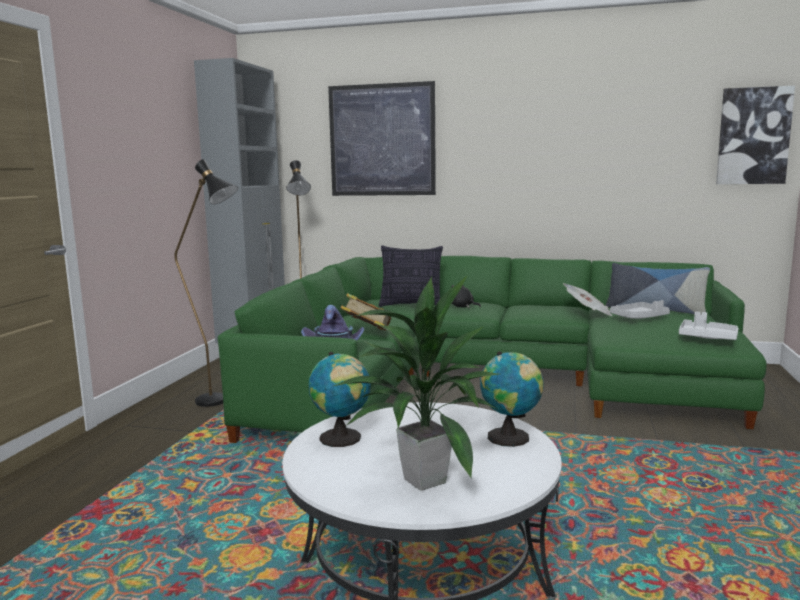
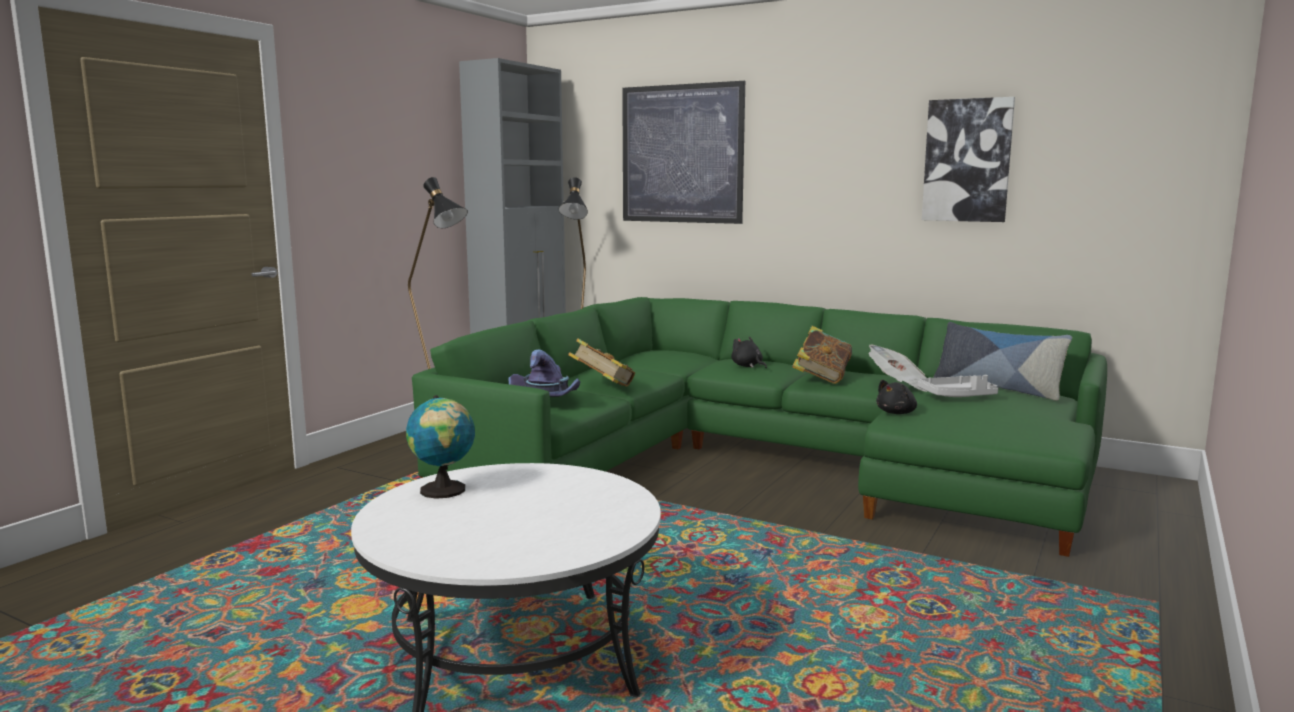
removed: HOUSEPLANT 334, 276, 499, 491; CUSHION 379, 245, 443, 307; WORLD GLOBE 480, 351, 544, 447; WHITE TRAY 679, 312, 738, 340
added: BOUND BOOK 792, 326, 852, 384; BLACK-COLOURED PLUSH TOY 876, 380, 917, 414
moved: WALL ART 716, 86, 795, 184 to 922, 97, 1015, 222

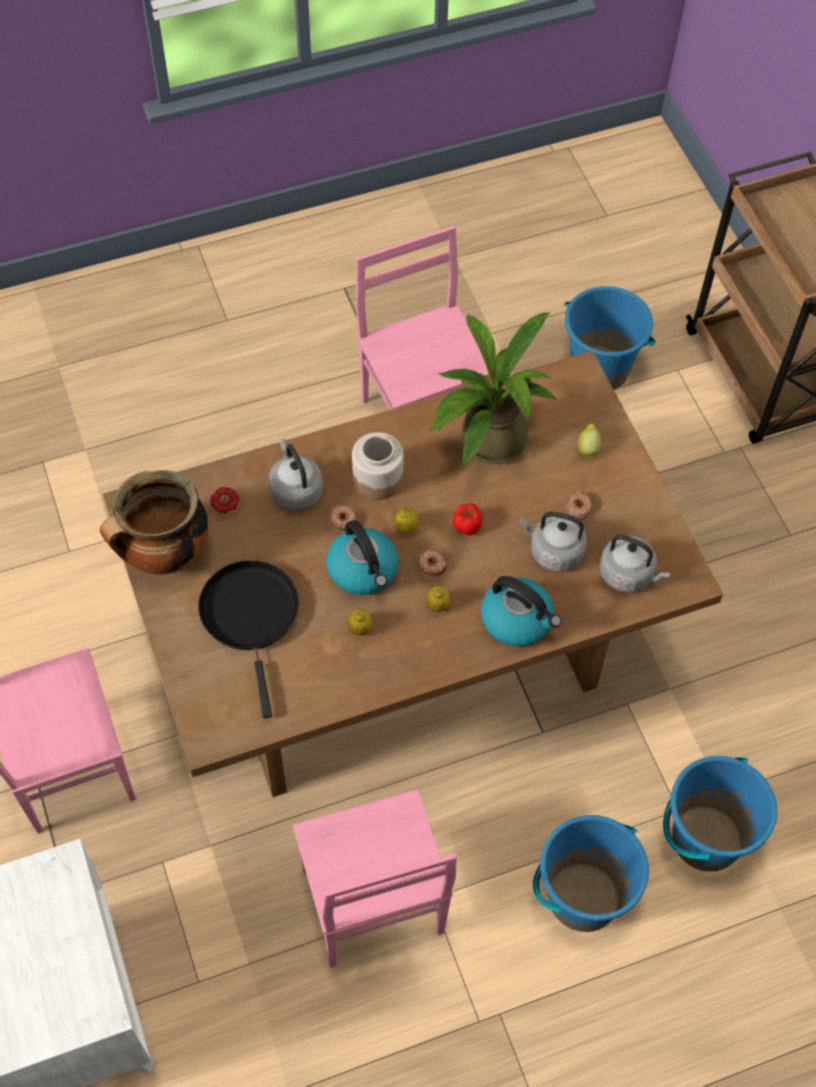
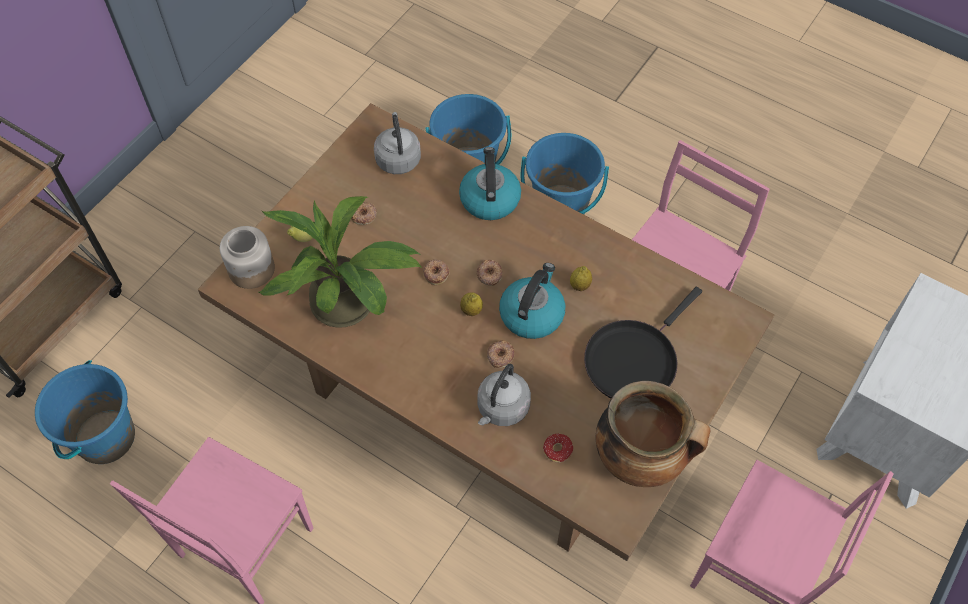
removed: CITRUS FRUIT 425, 586, 450, 612; GREY TEA KETTLE 520, 511, 587, 572
moved: STORAGE JAR 352, 432, 404, 500 to 220, 226, 275, 289
replaced: WHOLE TOMATO 452, 503, 482, 535 to DONUT 423, 259, 449, 285

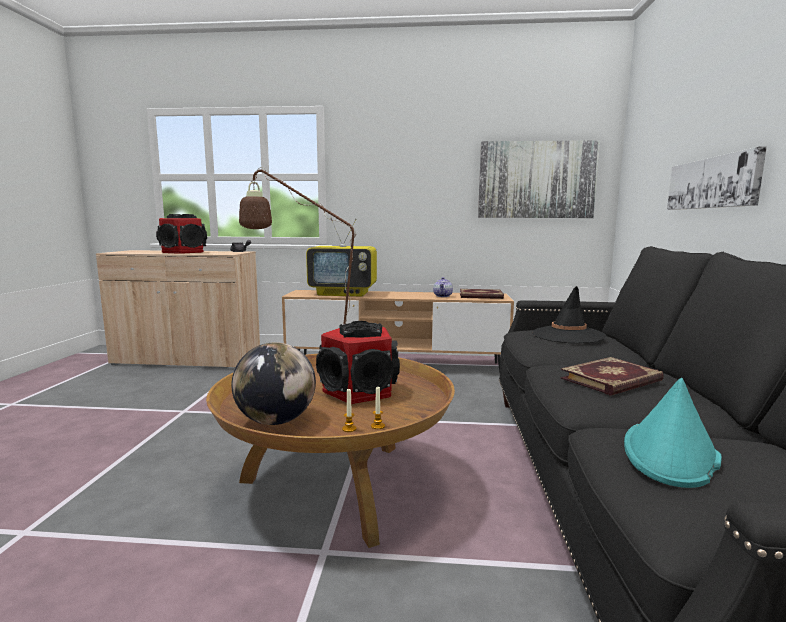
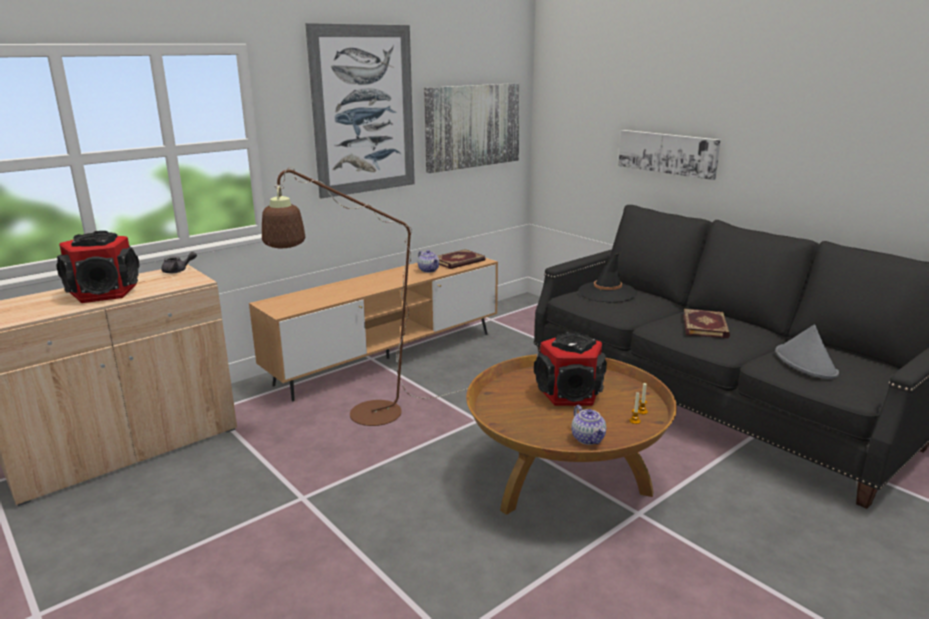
removed: TELEVISION 306, 218, 377, 296
added: WALL ART 305, 23, 415, 199
replaced: WORLD GLOBE 231, 342, 316, 425 to TEA POT 571, 405, 606, 445
recoloured: TURQUOISE-COLOURED HAT 624, 378, 722, 488 to GREY HAT 775, 325, 839, 379

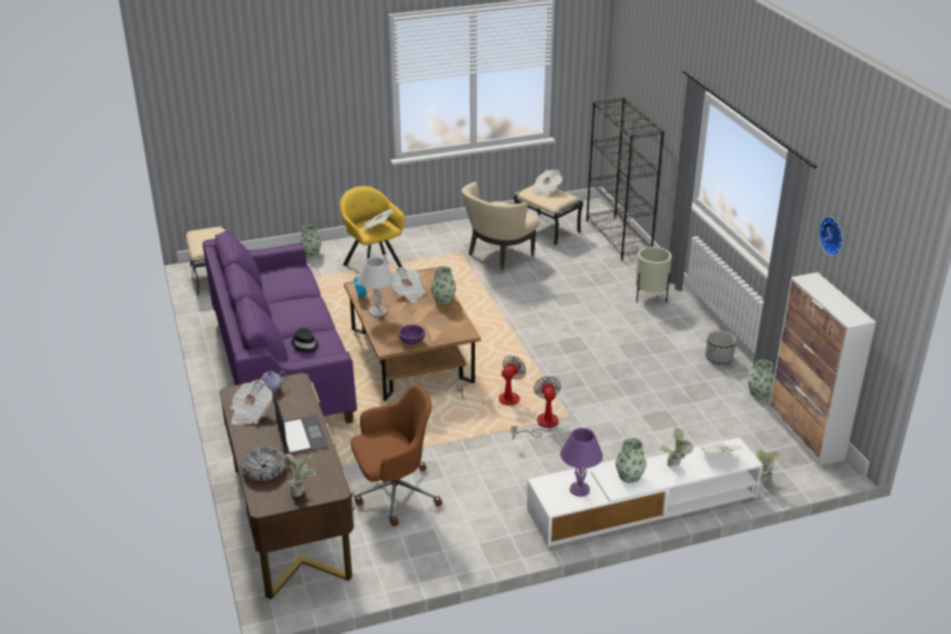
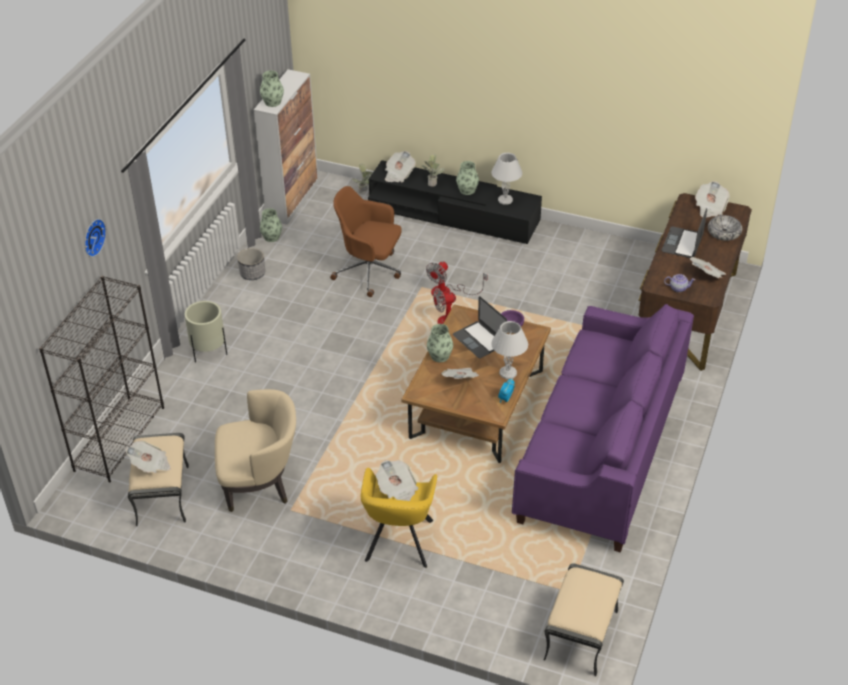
removed: BLACK-COLOURED HAT 291, 328, 319, 353
added: LAPTOP 453, 296, 507, 358
moved: VASE 300, 224, 321, 257 to 260, 71, 284, 107; BROWNISH COMPUTER CHAIR 351, 385, 443, 526 to 330, 186, 402, 297; HANGING CLOCK 819, 217, 843, 256 to 84, 219, 106, 257
replaced: HOUSEPLANT 285, 454, 316, 497 to PRINTED PAPER 695, 181, 730, 218
recoloured: WHITE MEDIA CONSOLE 527, 437, 763, 547 to BLACK-COLOURED MEDIA CONSOLE 368, 160, 542, 244; PURPLE-COLOURED TABLETOP LAMP 560, 428, 603, 497 to WHITE TABLETOP LAMP 491, 153, 522, 205

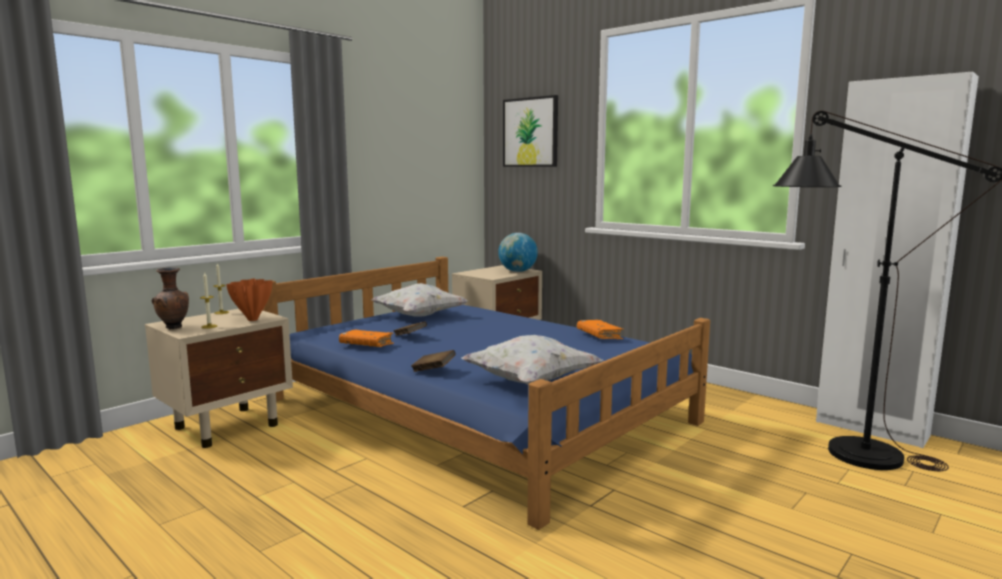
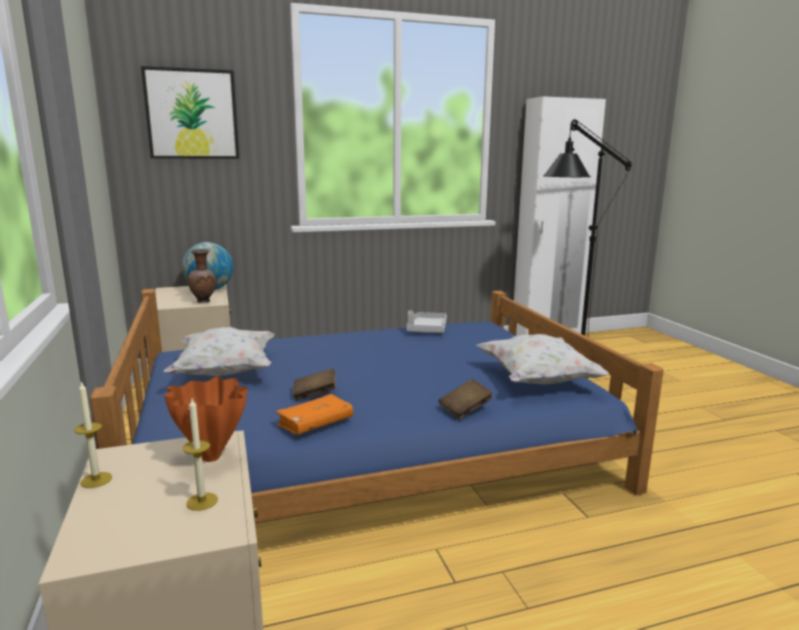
moved: BROWNISH VASE 152, 267, 189, 329 to 188, 249, 216, 303
replaced: ORANGE-COLOURED BOUND BOOK 577, 320, 624, 339 to GREY TRAY 406, 311, 447, 333

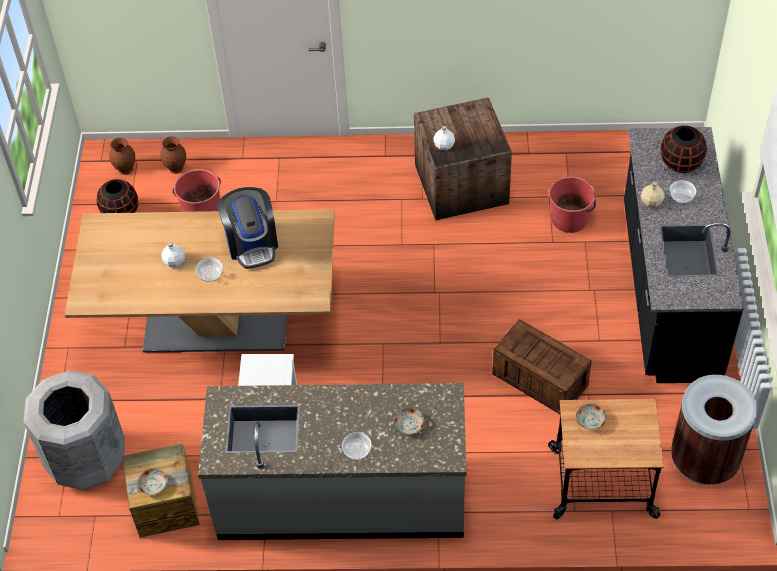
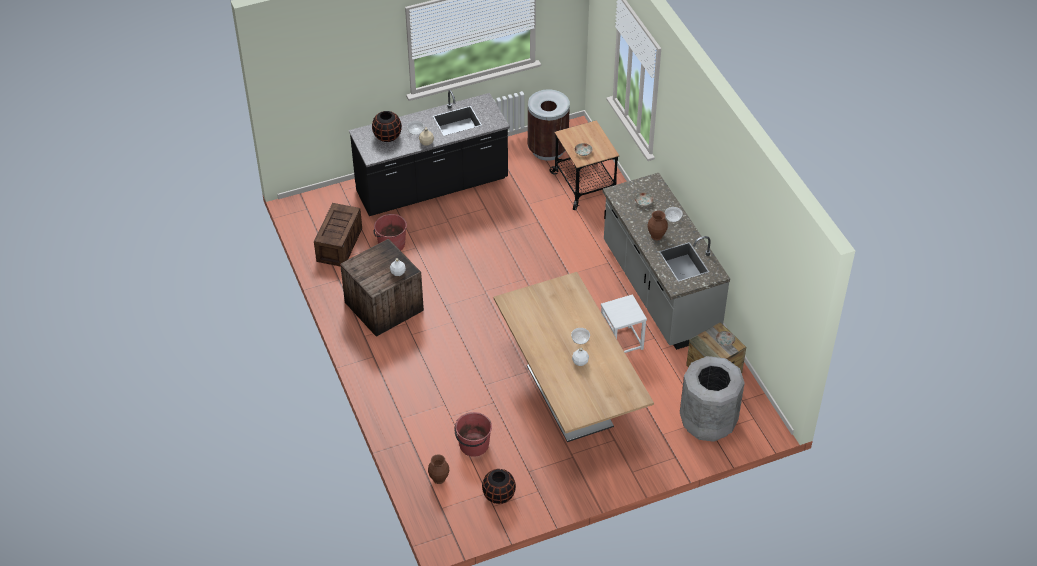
removed: COFFEE MACHINE 217, 187, 278, 269
moved: BROWNISH VASE 109, 137, 135, 175 to 647, 211, 668, 240; PACKING CRATE 492, 319, 592, 414 to 314, 203, 362, 266

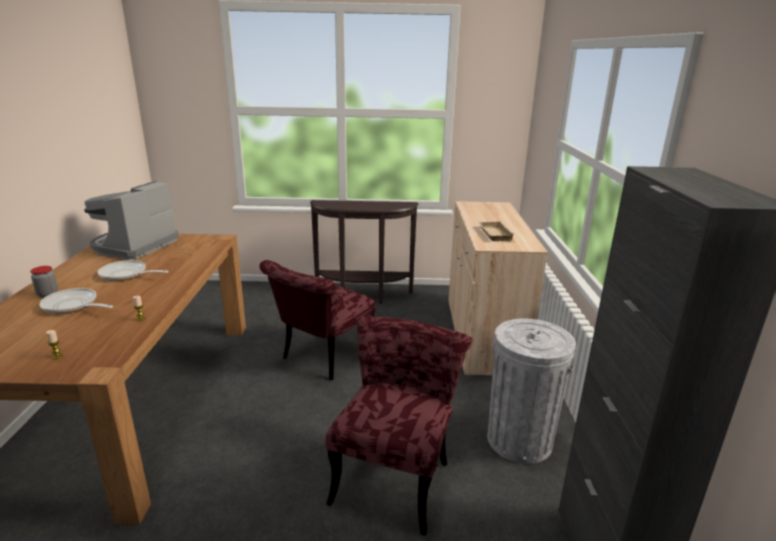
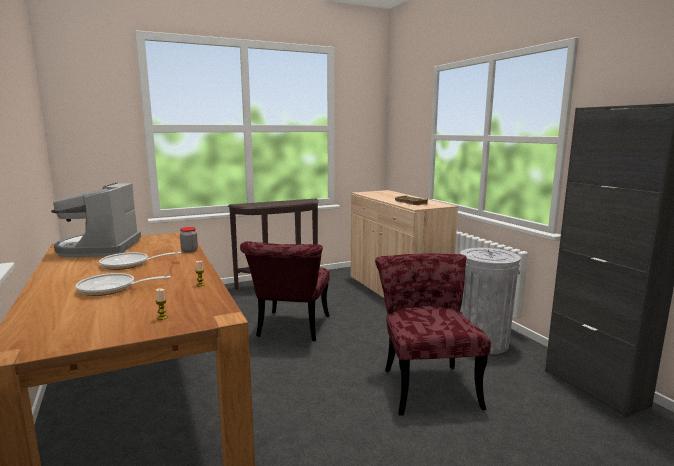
moved: STORAGE JAR 30, 266, 58, 298 to 180, 227, 198, 253

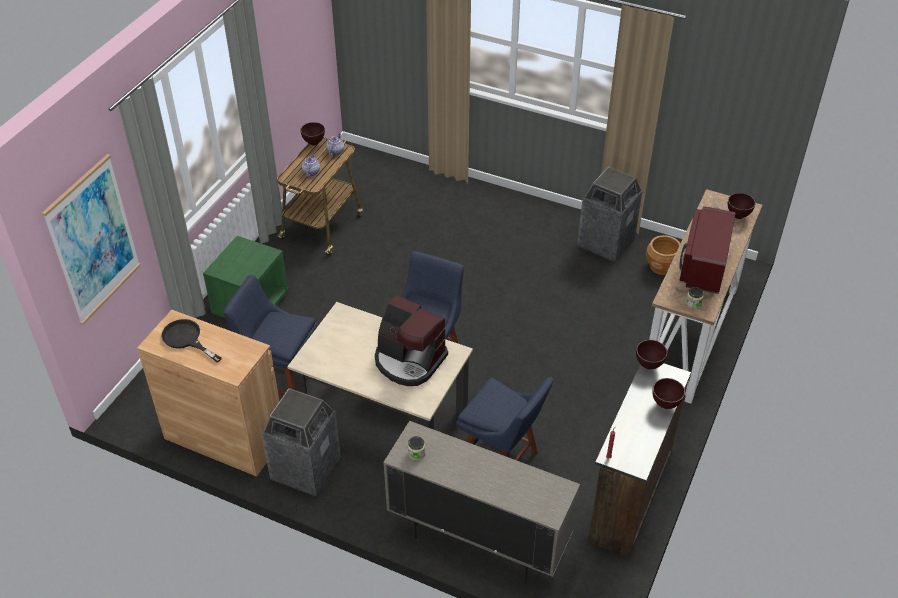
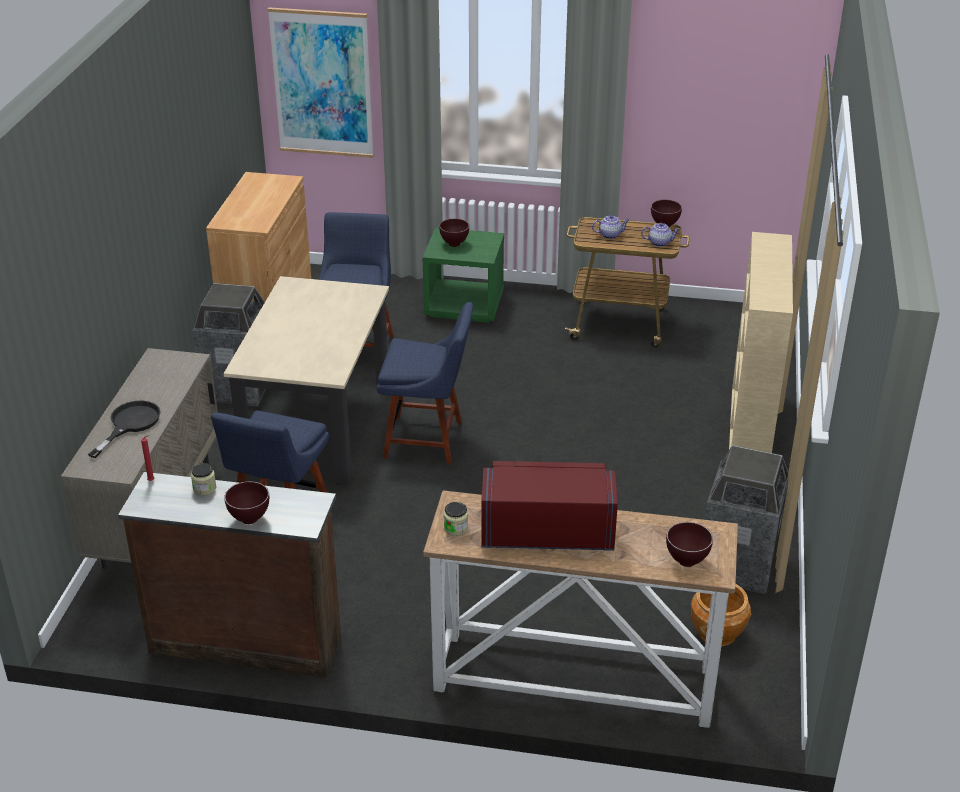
removed: COFFEE MACHINE 375, 295, 448, 386
added: SAND-COLOURED BOOKSHELF 729, 232, 793, 453
moved: BLACK-COLOURED FRYING PAN 161, 319, 222, 362 to 88, 401, 161, 458; STORAGE JAR 408, 436, 425, 460 to 191, 463, 216, 495; BROWNISH SERVING BOWL 636, 340, 667, 370 to 439, 218, 469, 247

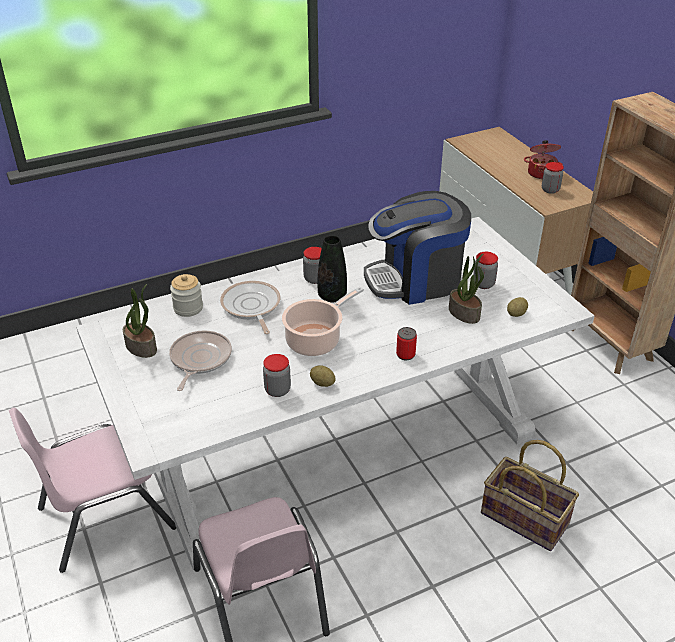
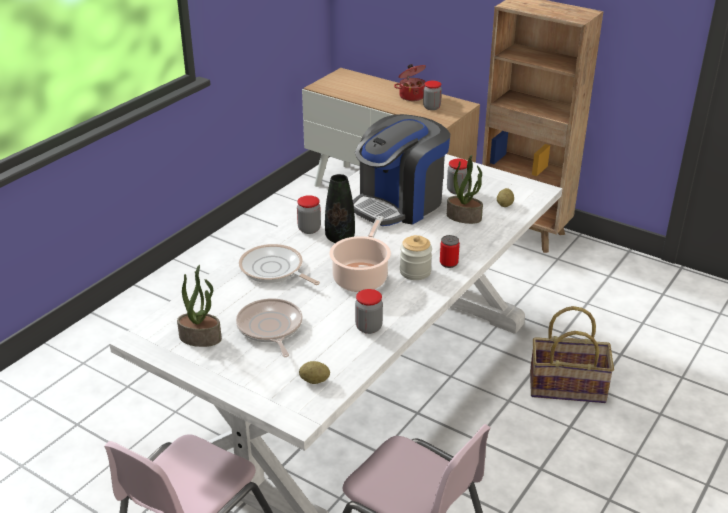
moved: STORAGE JAR 170, 274, 203, 317 to 400, 235, 432, 280; POTATO 310, 365, 336, 387 to 299, 361, 330, 384

